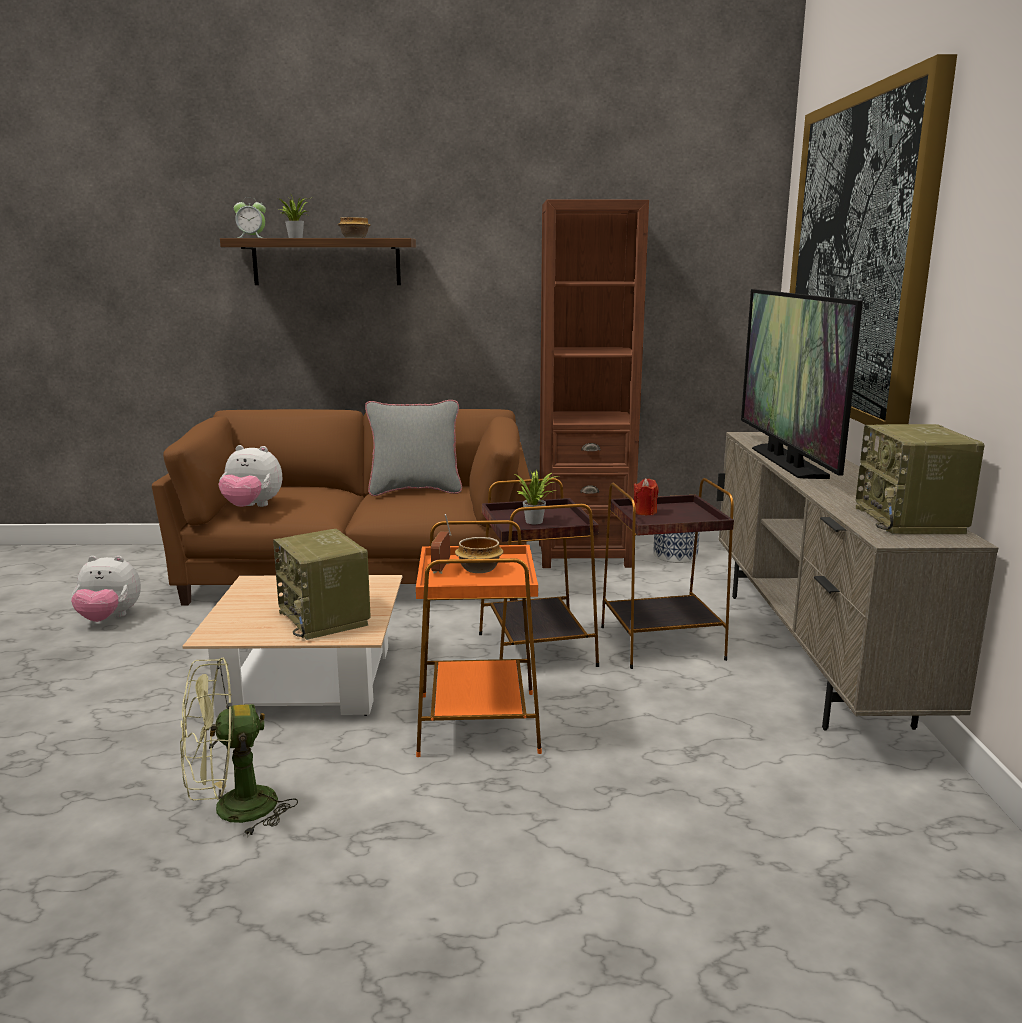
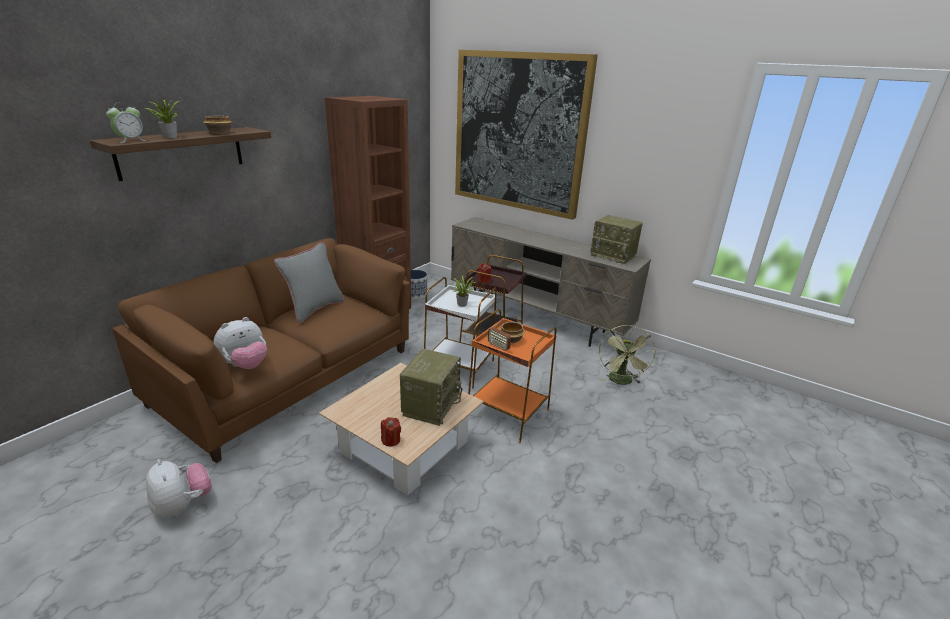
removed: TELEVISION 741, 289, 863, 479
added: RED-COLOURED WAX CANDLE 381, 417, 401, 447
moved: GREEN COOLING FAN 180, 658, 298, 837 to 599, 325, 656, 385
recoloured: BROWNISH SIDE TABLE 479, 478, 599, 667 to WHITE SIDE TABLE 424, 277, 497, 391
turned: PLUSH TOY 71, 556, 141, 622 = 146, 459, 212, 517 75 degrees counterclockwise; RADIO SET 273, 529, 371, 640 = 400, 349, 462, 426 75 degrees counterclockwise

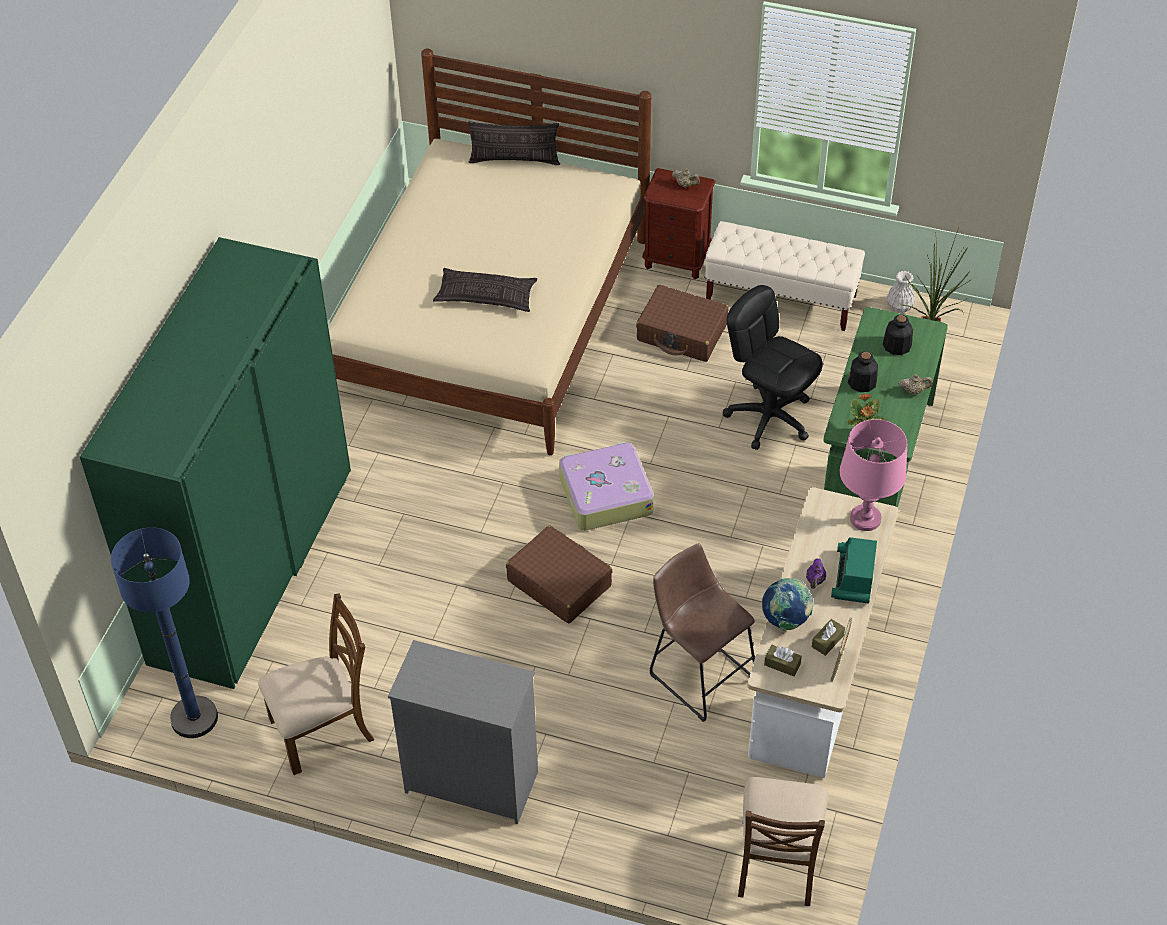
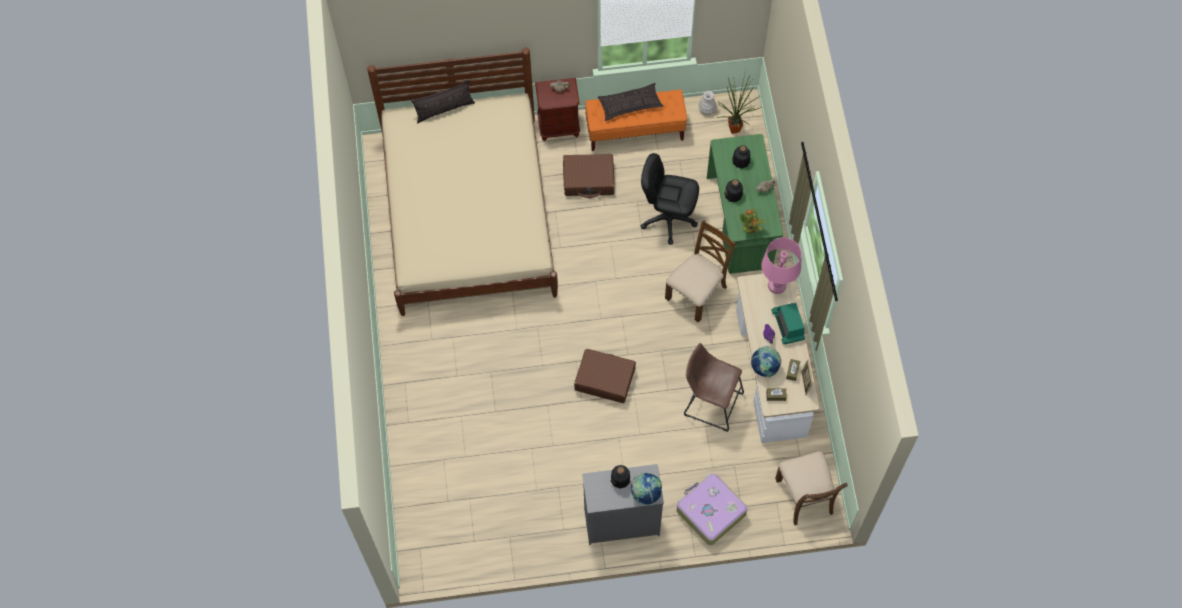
removed: GREEN WARDROBE 80, 237, 351, 689; BLUE STANDARD LAMP 111, 527, 218, 738
added: DRINK BOTTLE 611, 465, 630, 489; WORLD GLOBE 631, 473, 662, 505
moved: BROWNISH UPRIGHT CHAIR 258, 593, 374, 775 to 665, 220, 736, 323; CUSHION 433, 268, 537, 312 to 598, 83, 664, 121; PIECE OF LUGGAGE 559, 442, 654, 531 to 677, 473, 748, 545
recoloured: SAND-COLOURED LONG SEAT 704, 221, 865, 331 to ORANGE-COLOURED LONG SEAT 585, 90, 687, 151

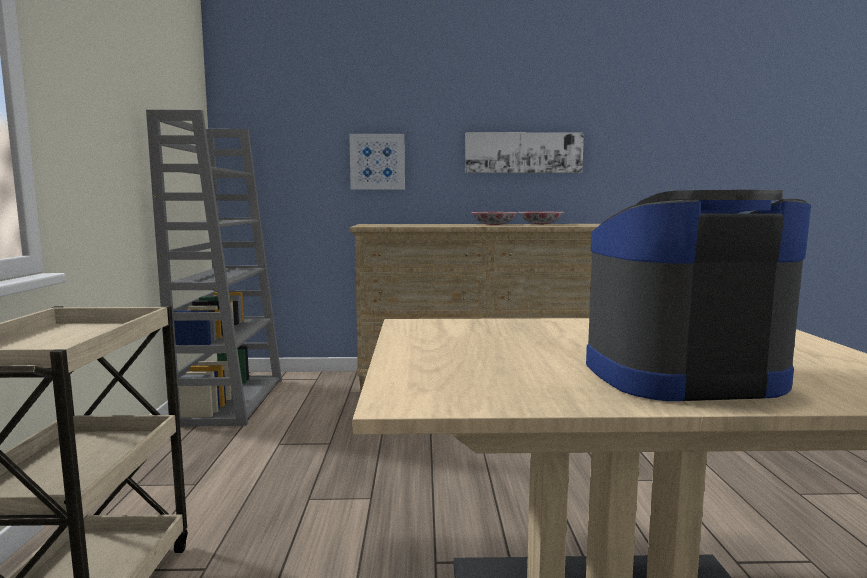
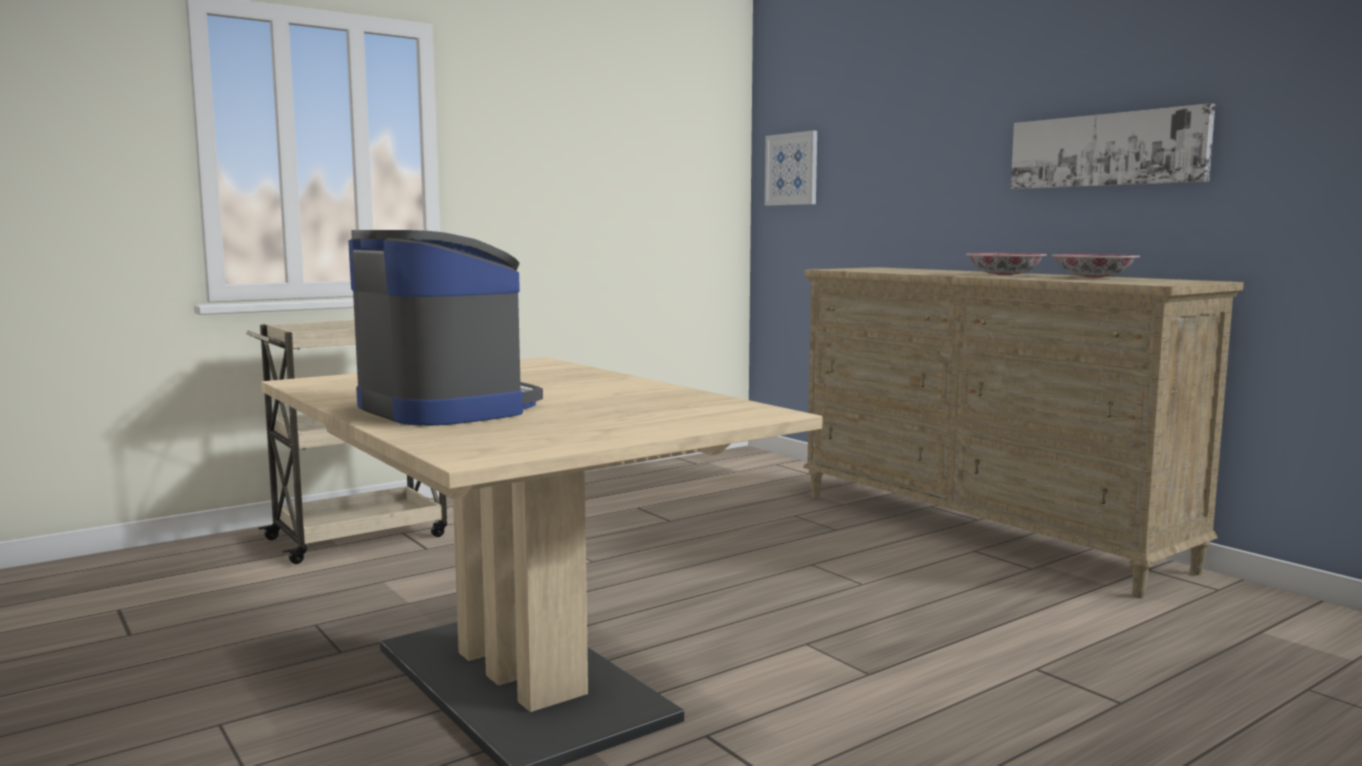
removed: GREY BOOKSHELF 146, 110, 282, 426
moved: WALL ART 349, 134, 405, 190 to 765, 130, 817, 206

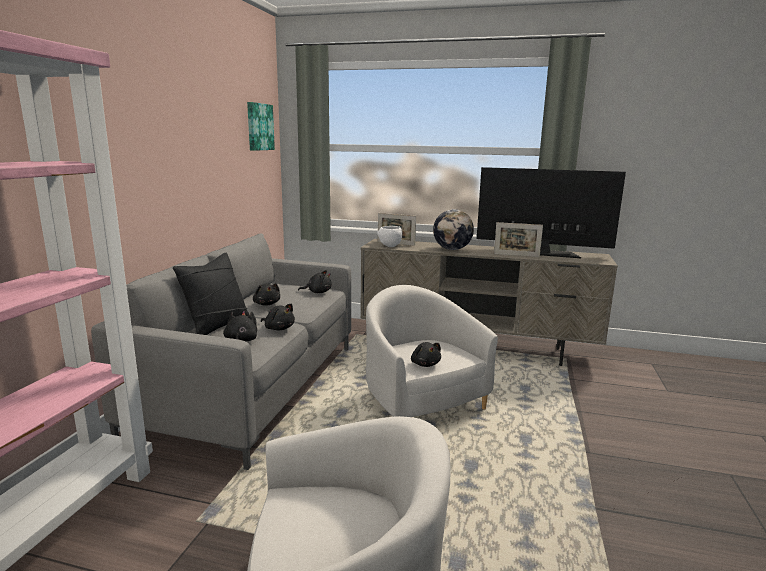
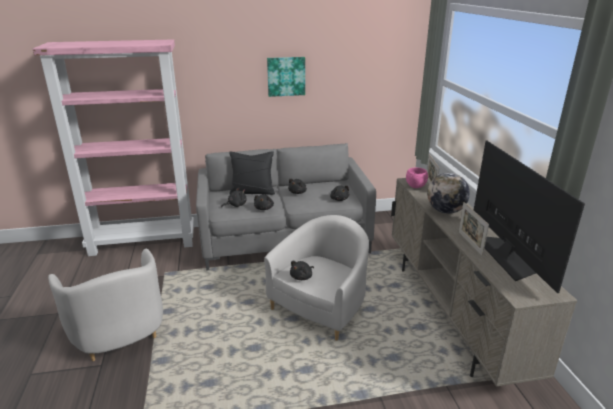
moved: WALL ART 247, 102, 275, 151 to 267, 57, 305, 97
recoloured: WHITE SERVING BOWL 377, 226, 402, 247 to PINKISH SERVING BOWL 406, 168, 428, 188

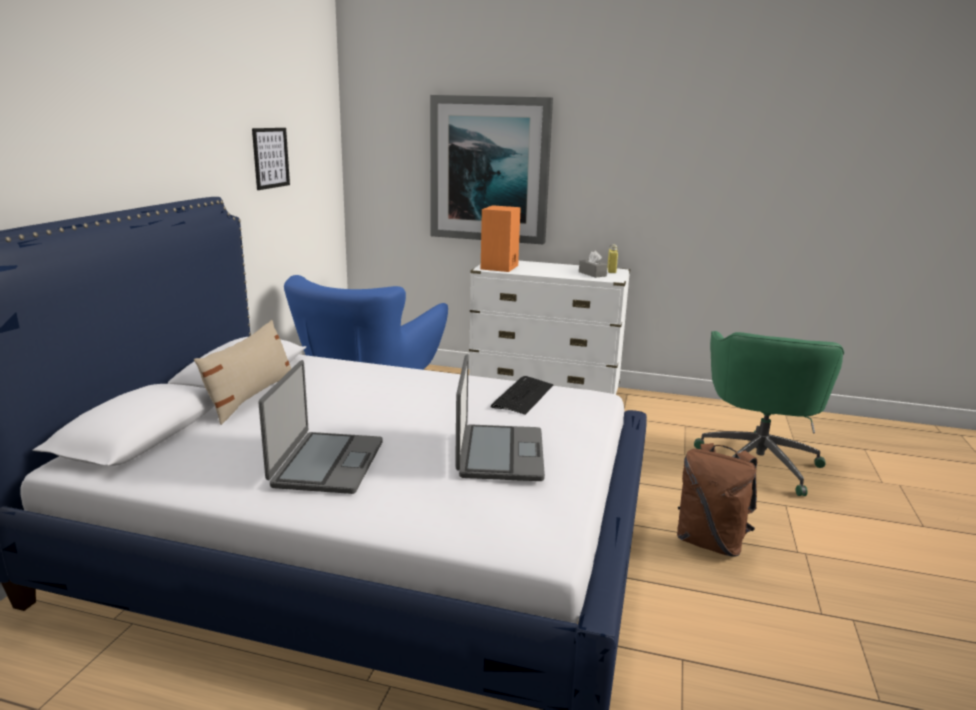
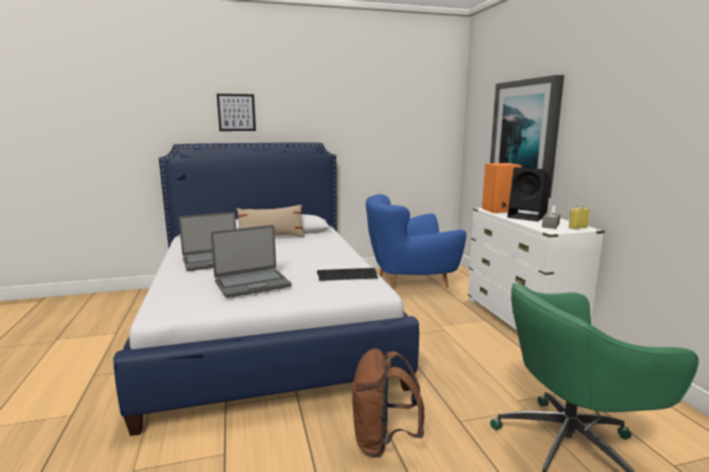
added: BLACK-COLOURED LOUDSPEAKER 507, 167, 551, 221
moved: WALL ART 252, 128, 290, 190 to 217, 94, 256, 131

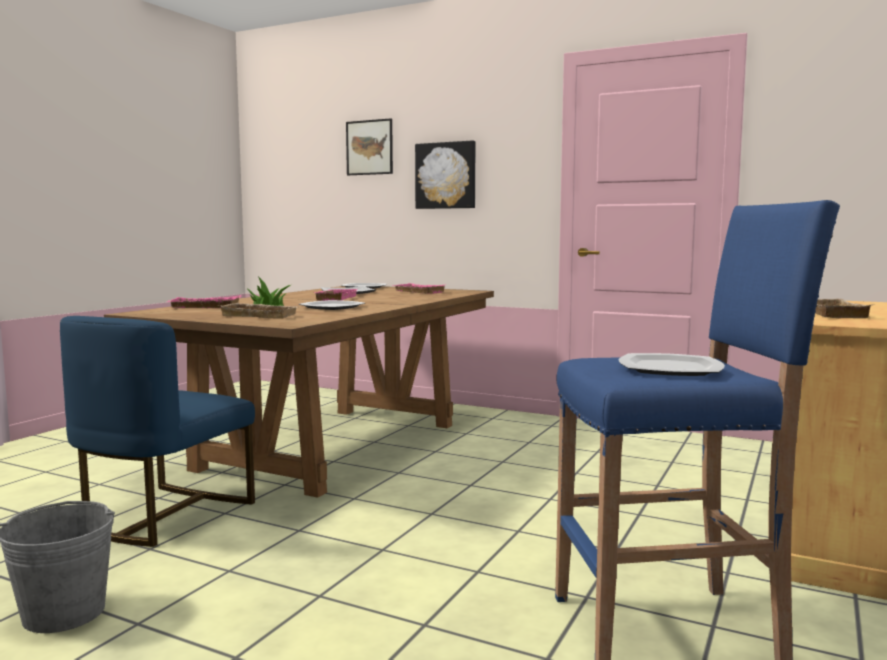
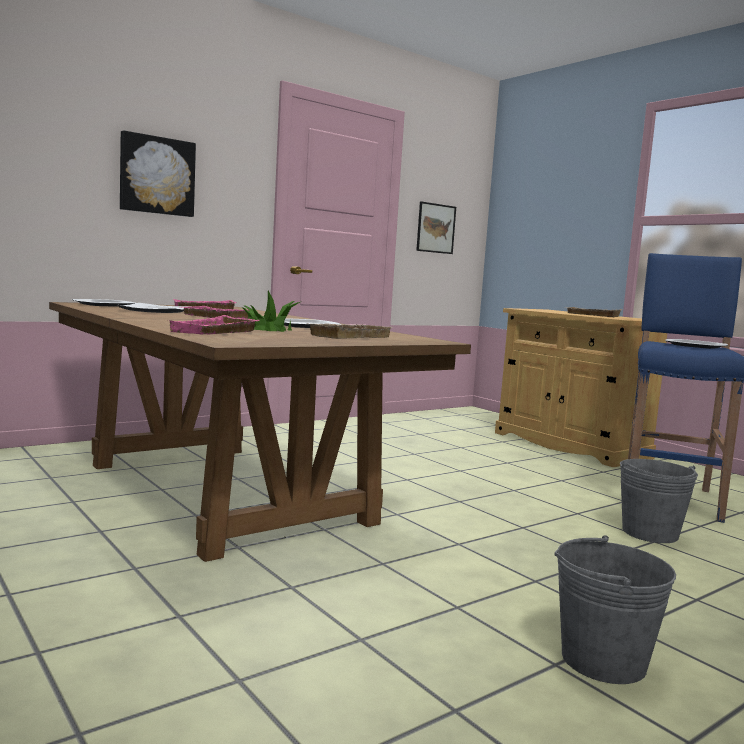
removed: BLUE UPRIGHT CHAIR 60, 316, 255, 547
added: GREY WATER BUCKET 620, 459, 698, 543
moved: WALL ART 346, 118, 393, 175 to 416, 201, 456, 254

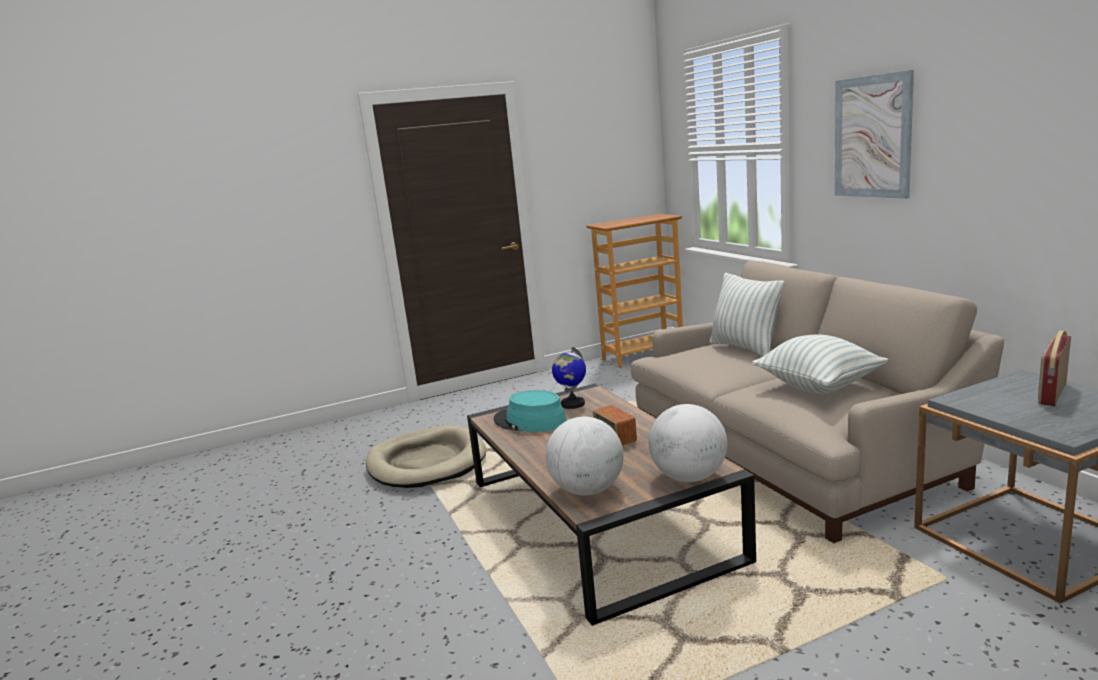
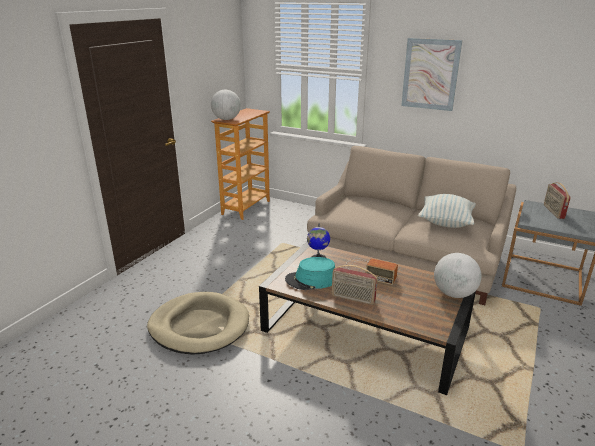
removed: CUSHION 710, 273, 784, 356
added: RADIO SET 332, 265, 378, 305
moved: WORLD GLOBE 546, 417, 624, 495 to 211, 90, 241, 120

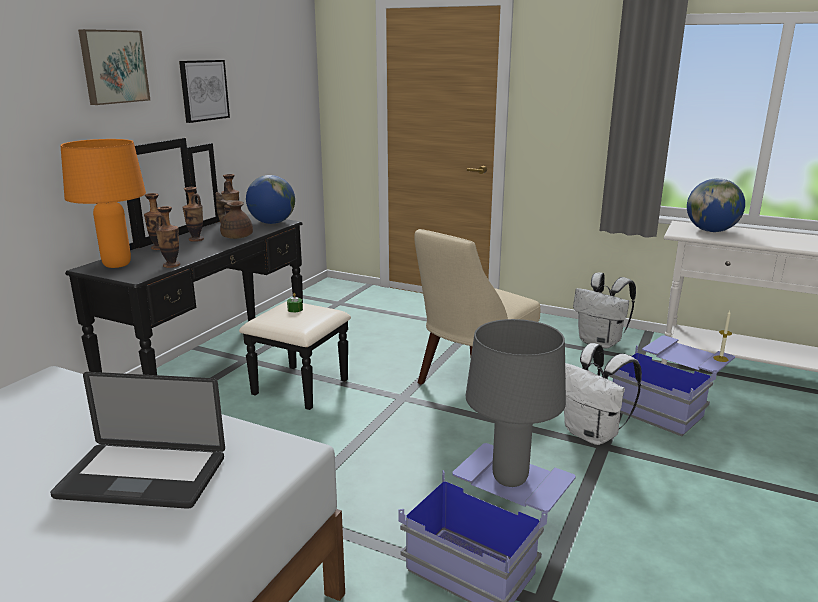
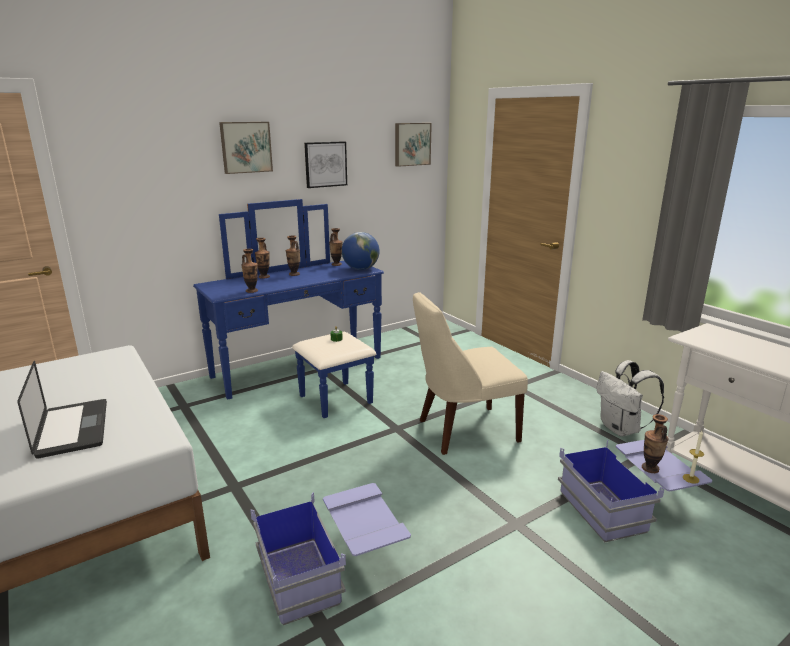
removed: ORANGE-COLOURED TABLETOP LAMP 60, 139, 146, 268; BROWNISH TEA POT 216, 192, 253, 239; GREY TABLETOP LAMP 466, 319, 566, 487; WHITE RUCKSACK 564, 343, 642, 445; WORLD GLOBE 687, 178, 745, 232
added: WALL ART 395, 123, 432, 167; VASE 642, 414, 668, 473
recoloured: BLACK-COLOURED DRAWER CHEST 65, 138, 351, 410 to BLUE DRAWER CHEST 193, 199, 384, 418
turned: LAPTOP 50, 372, 225, 509 = 17, 361, 107, 459 150 degrees counterclockwise

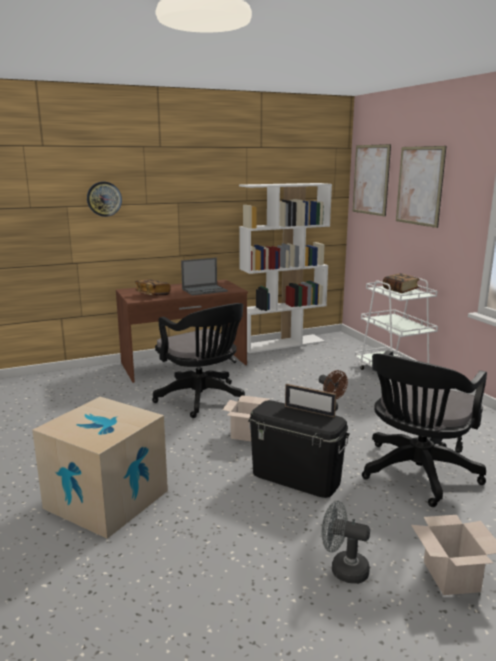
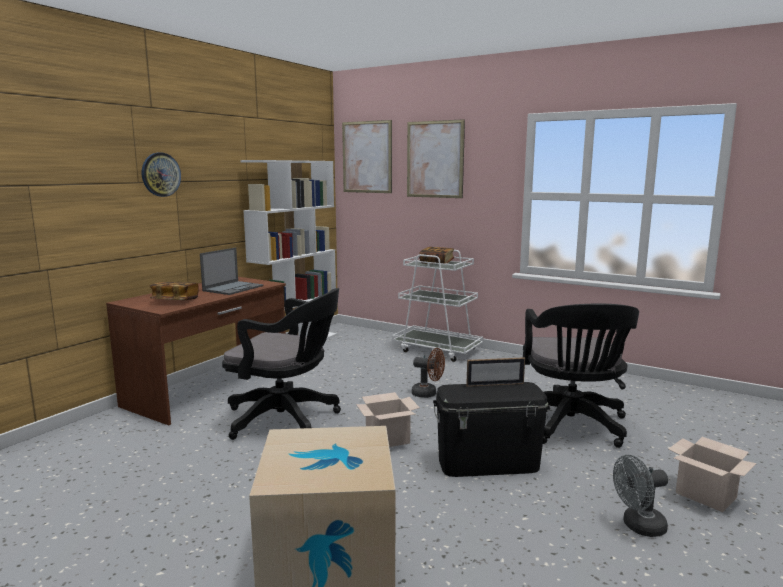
moved: HANGING CLOCK 87, 182, 122, 217 to 142, 153, 181, 197

